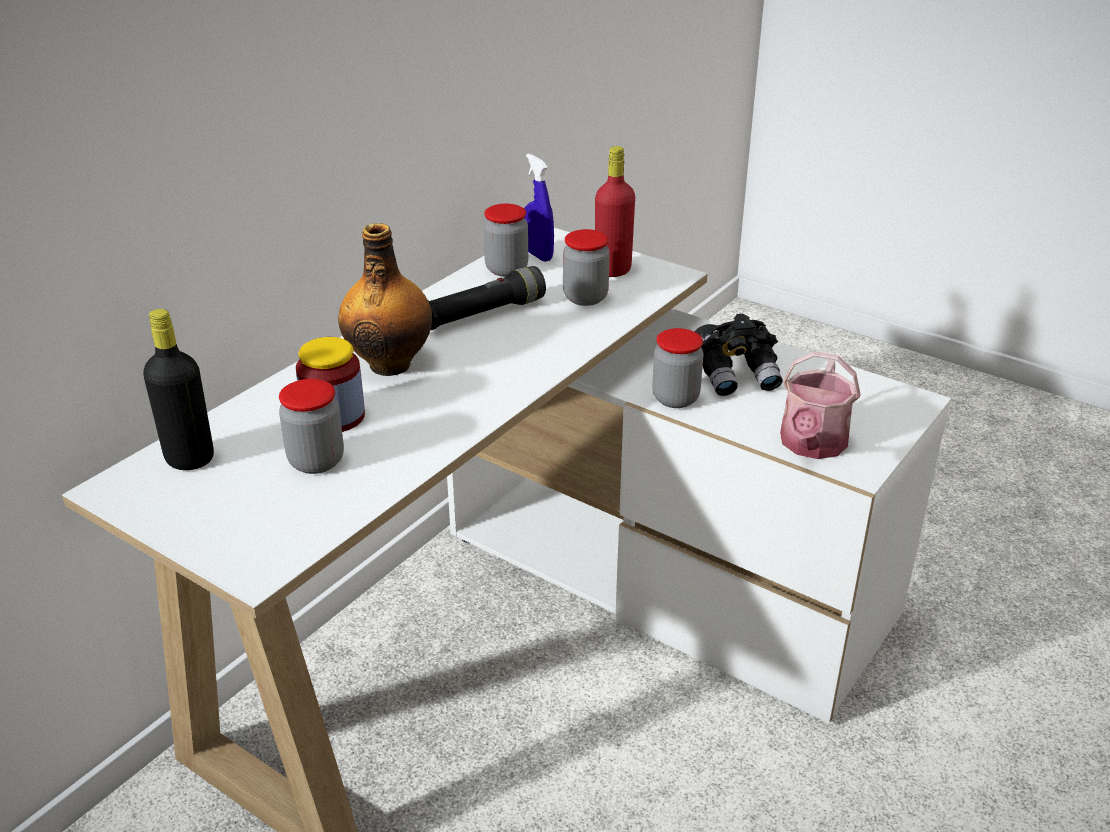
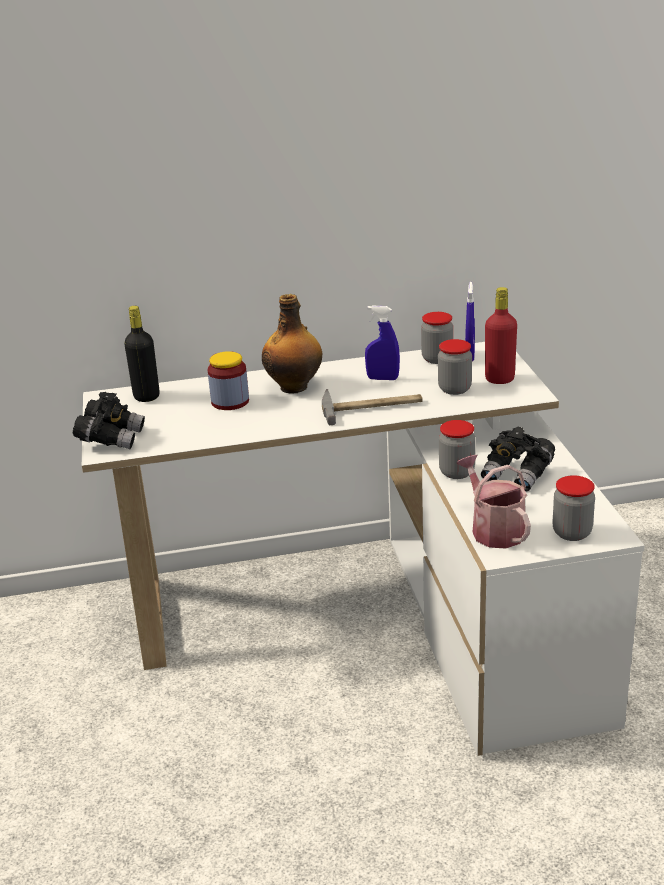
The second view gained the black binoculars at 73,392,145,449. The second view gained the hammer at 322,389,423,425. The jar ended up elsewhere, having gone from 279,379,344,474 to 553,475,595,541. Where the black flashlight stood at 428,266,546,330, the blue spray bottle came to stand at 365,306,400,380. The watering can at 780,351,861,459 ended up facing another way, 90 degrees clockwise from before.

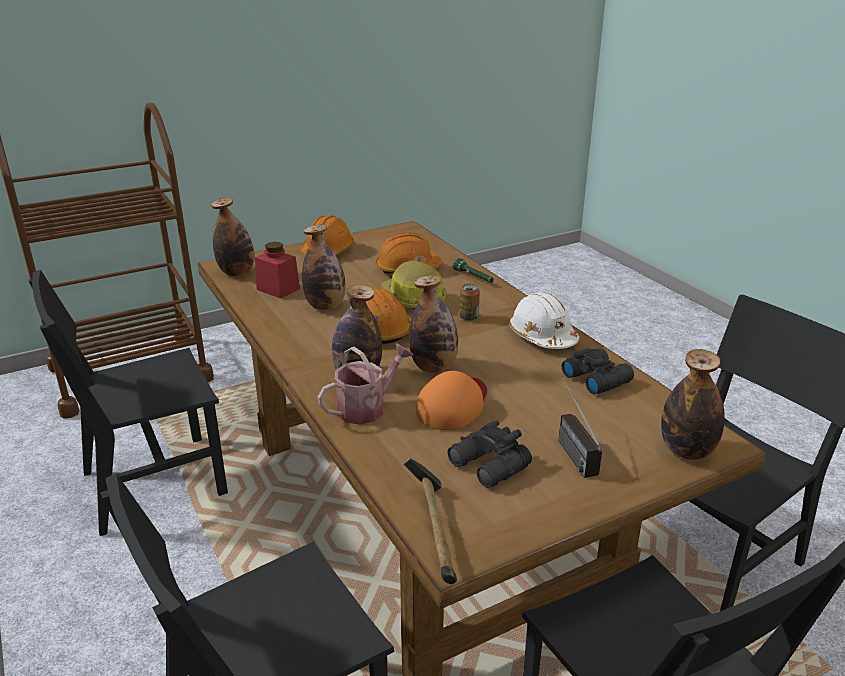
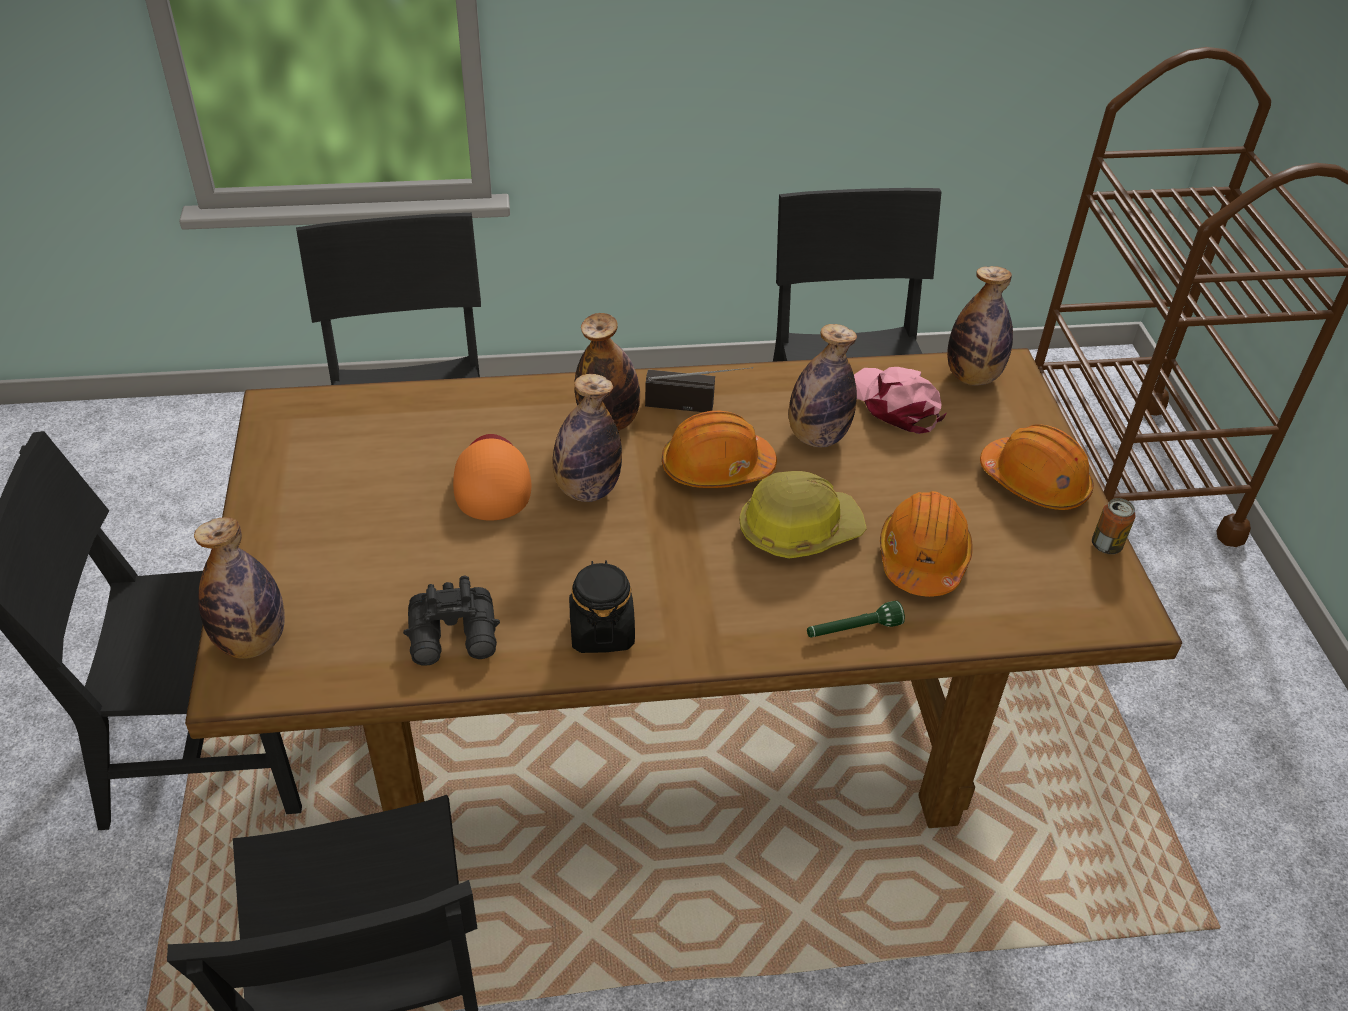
The second view lost the watering can at 318,343,414,425. The second view lost the hammer at 403,458,457,584. The second view lost the black binoculars at 447,421,532,488. The can ended up elsewhere, having gone from 459,284,480,321 to 1092,498,1136,554. The radio ended up elsewhere, having gone from 559,375,602,478 to 645,367,753,412. Where the red jar stood at 255,242,300,299, the pink cap came to stand at 854,367,947,434. Where the white hard hat stood at 509,293,579,349, the black jar came to stand at 569,560,635,653. The orange cap at 416,371,487,430 ended up facing another way, 150 degrees counterclockwise from before.

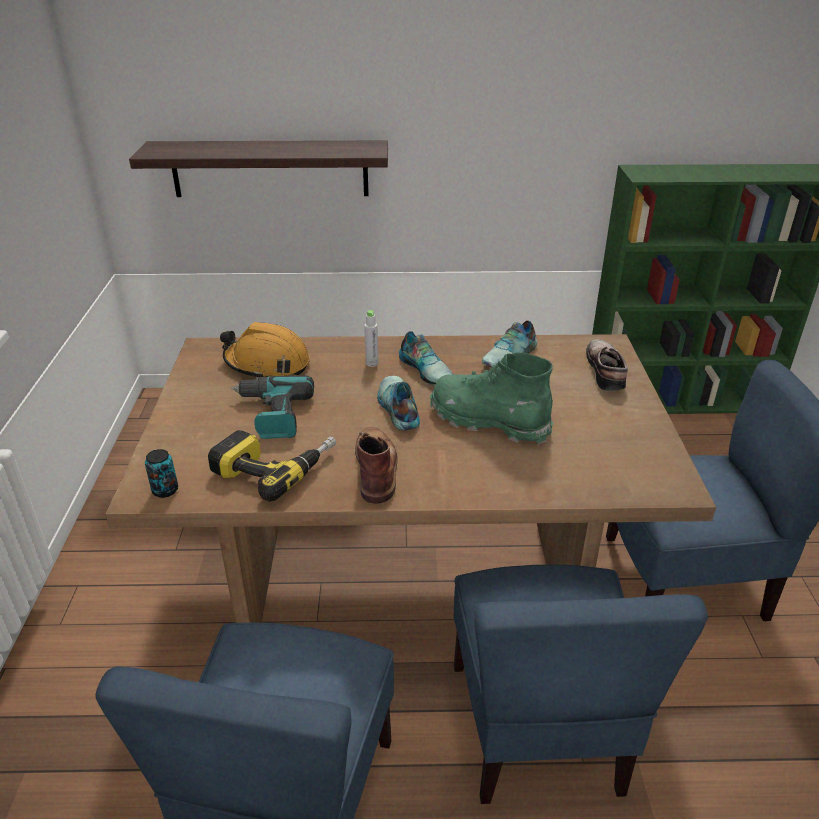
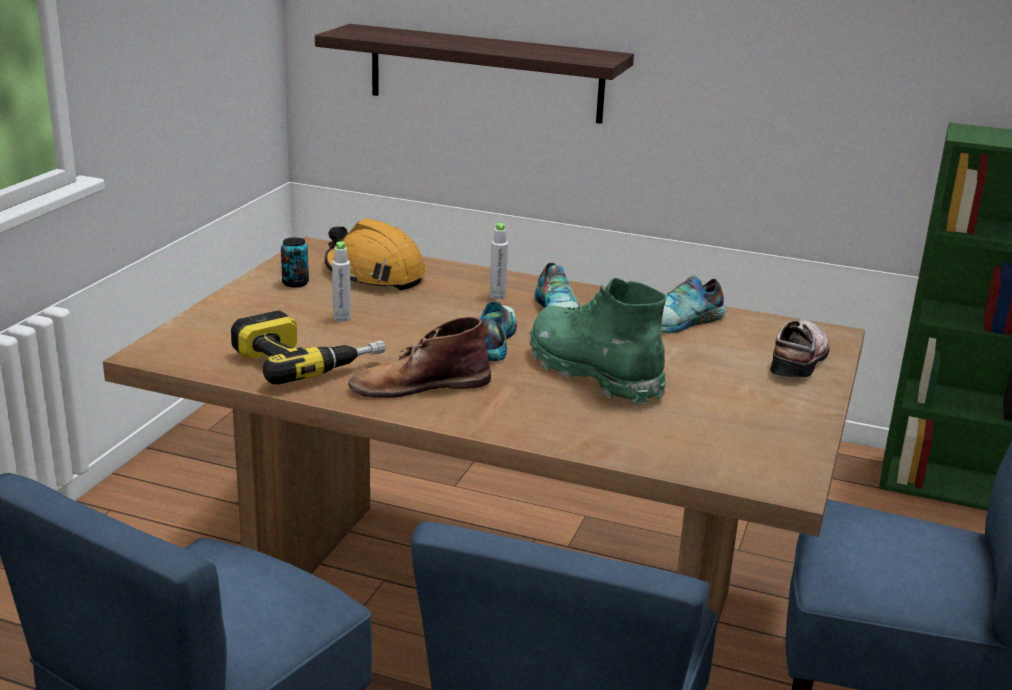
The can ended up elsewhere, having gone from 145,449,178,498 to 281,237,309,287. Where the power drill stood at 231,376,314,439, the grey bottle came to stand at 332,241,351,322. The brown boot at 355,427,397,504 ended up facing another way, 120 degrees counterclockwise from before.

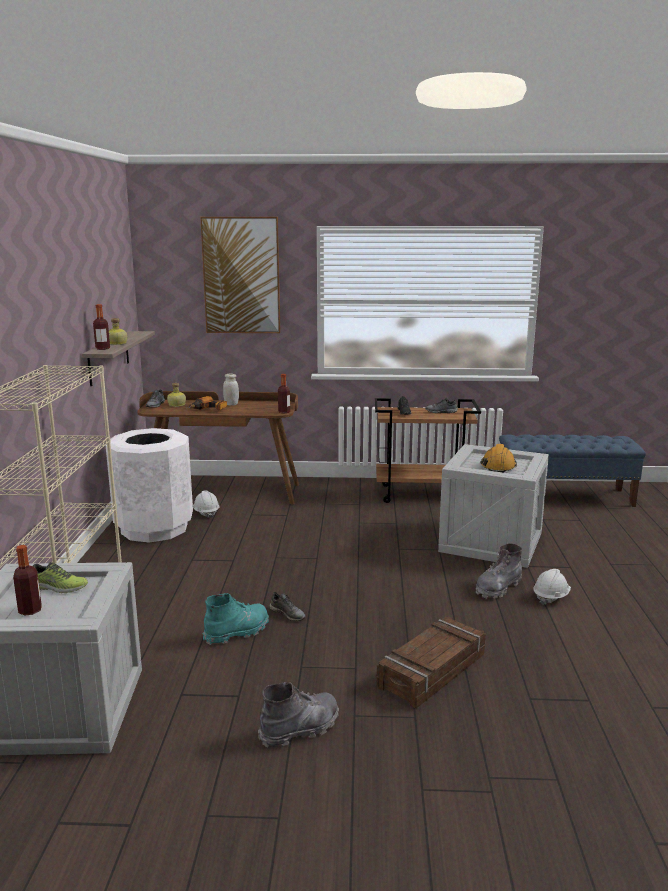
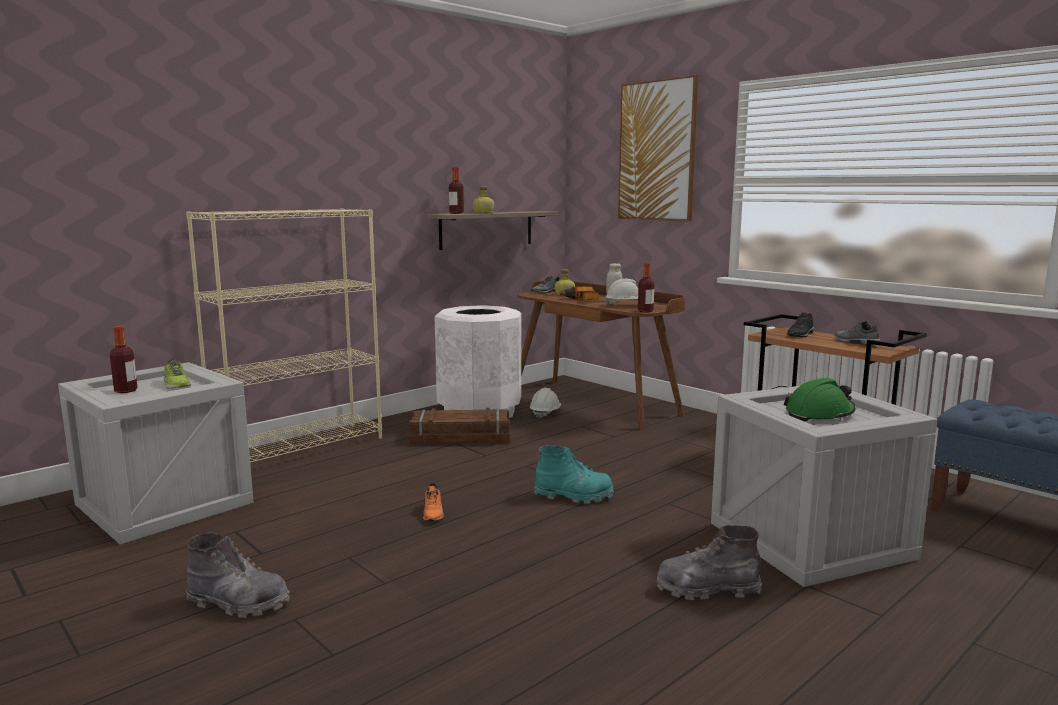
The turquoise boot ended up elsewhere, having gone from 203,593,269,645 to 534,445,614,504. The crate ended up elsewhere, having gone from 376,617,486,708 to 409,408,510,444. The white hard hat ended up elsewhere, having gone from 533,569,571,605 to 605,279,638,306. What was the grey shoe at 269,592,306,621 turned into the orange shoe at 423,483,444,521. What was the orange hard hat at 481,444,517,473 turned into the green hard hat at 784,378,856,421.

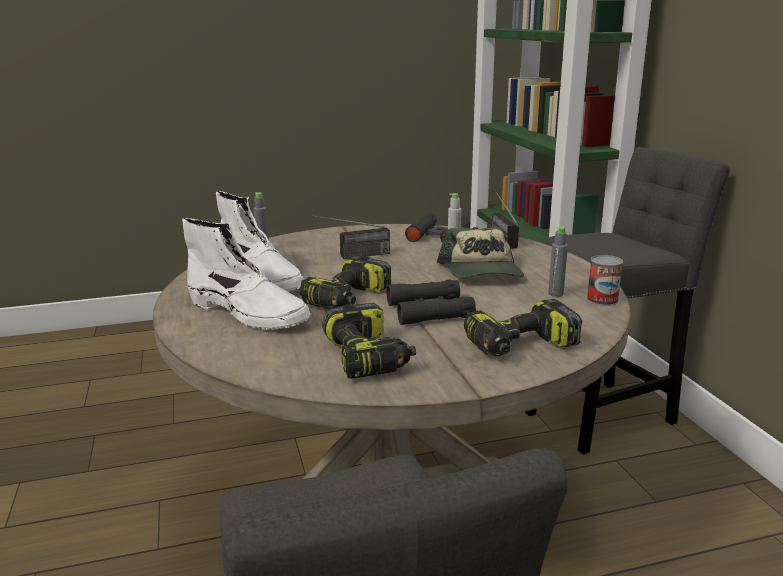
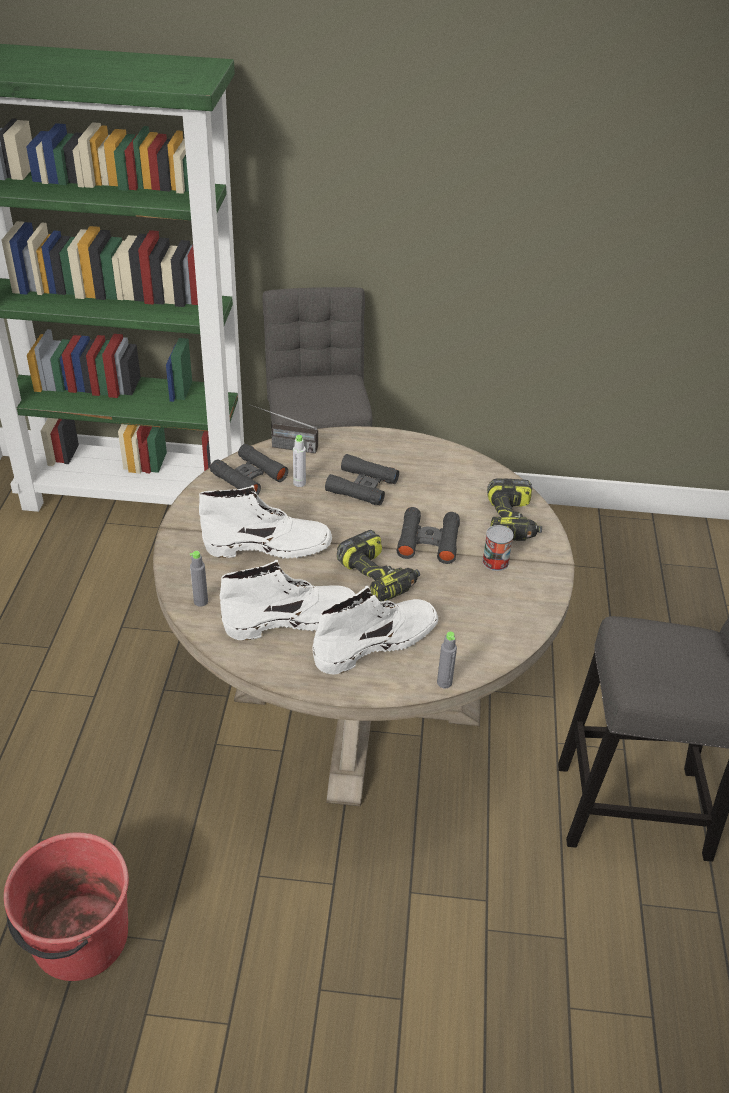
The second view lost the power drill at 322,303,416,379. The second view gained the red bucket at 4,833,129,981. The grey bottle ended up elsewhere, having gone from 548,227,568,297 to 437,632,457,688. The can ended up elsewhere, having gone from 587,255,623,306 to 482,525,514,571. Where the radio stood at 313,215,390,259, the white boot came to stand at 199,485,332,559. Where the cap stood at 437,227,524,278, the black binoculars came to stand at 325,454,399,505.

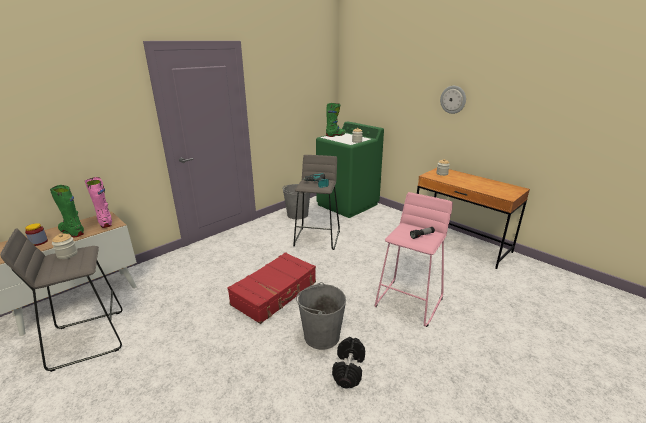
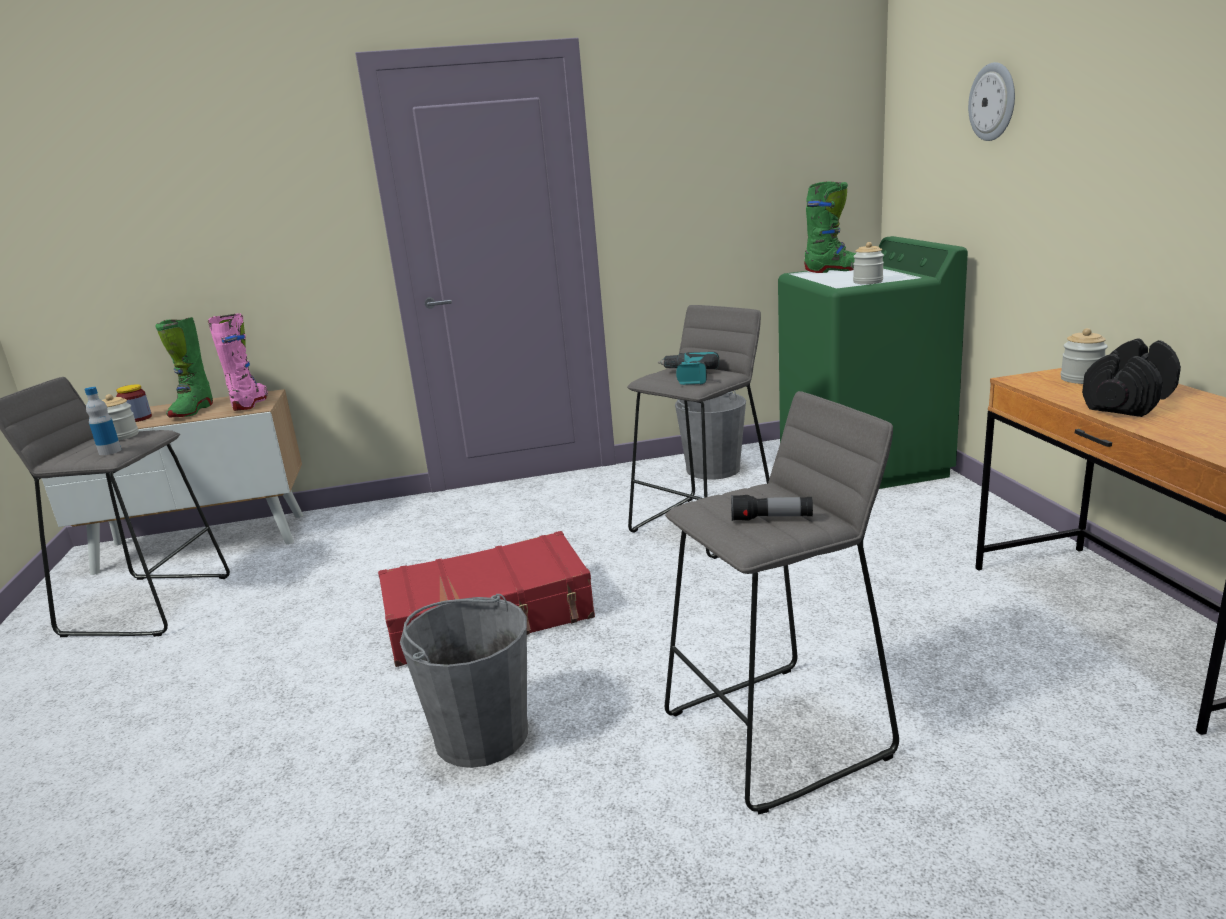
The second view gained the bottle at 85,387,121,455. The black dumbbell ended up elsewhere, having gone from 332,337,365,388 to 1082,339,1181,417. The wall clock ended up elsewhere, having gone from 440,86,466,114 to 968,62,1015,141. What was the pink stool at 375,192,453,327 turned into the grey stool at 664,391,899,814. The green boot at 50,185,84,237 ended up facing another way, 150 degrees counterclockwise from before.

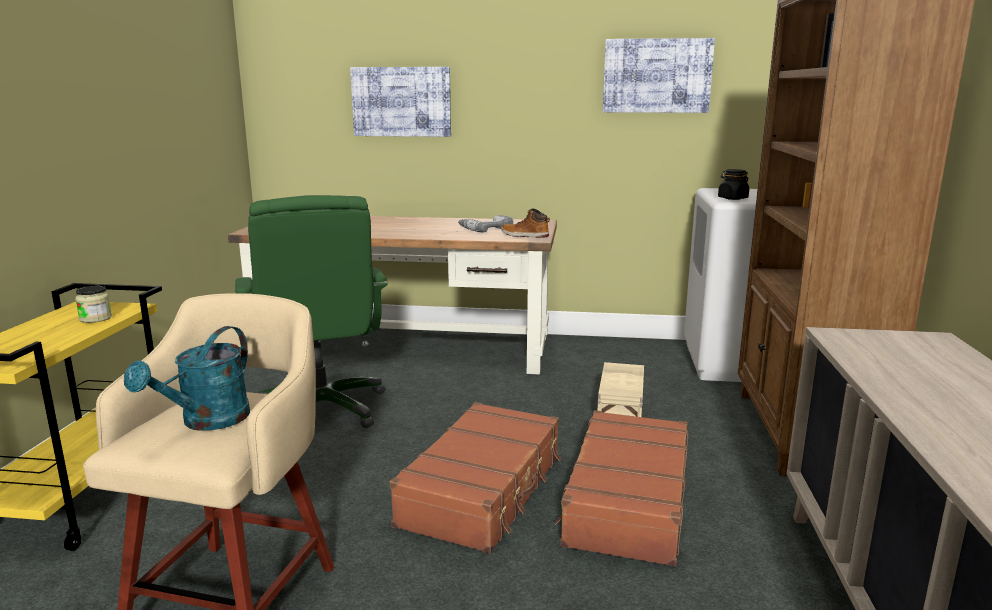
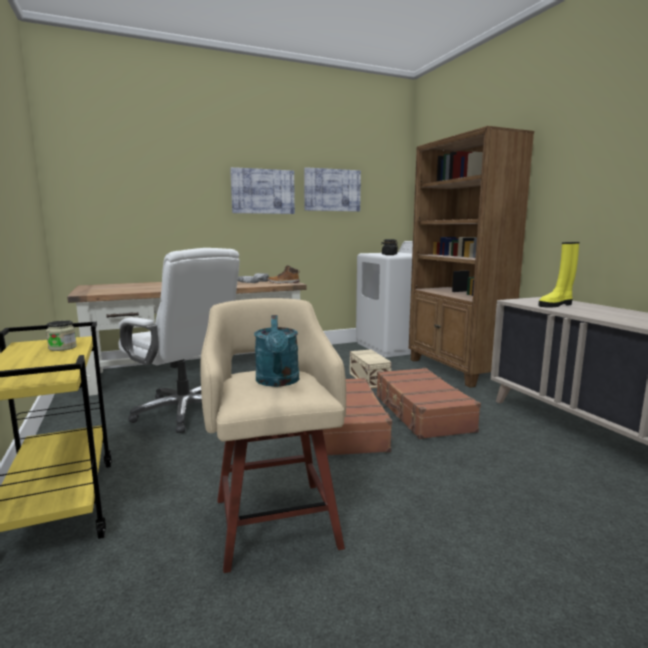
The second view gained the yellow boot at 538,242,579,308. The picture ended up elsewhere, having gone from 350,67,451,137 to 230,167,295,214. What was the green office chair at 235,195,388,428 turned into the white office chair at 119,248,240,433.

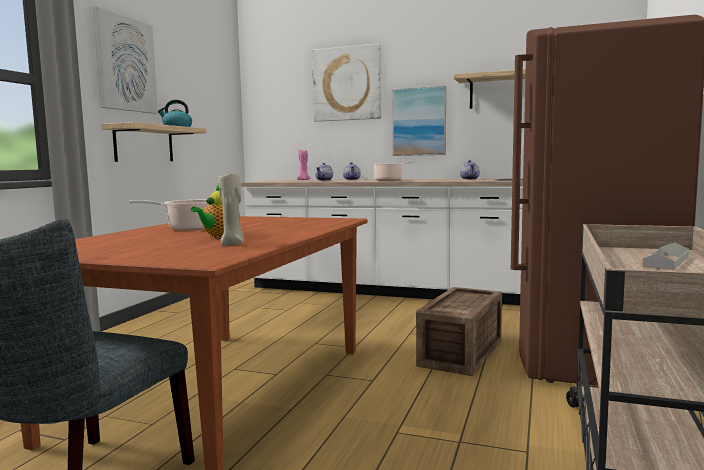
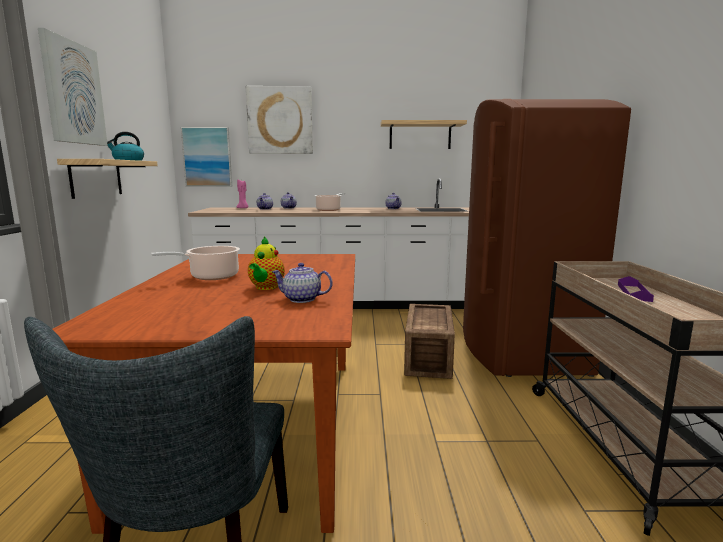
The picture ended up elsewhere, having gone from 392,85,446,156 to 181,127,232,187. Where the beige candle stood at 218,173,244,246, the teapot came to stand at 271,263,333,303. What was the grey tray at 642,242,689,270 turned into the purple tray at 618,276,654,302.

